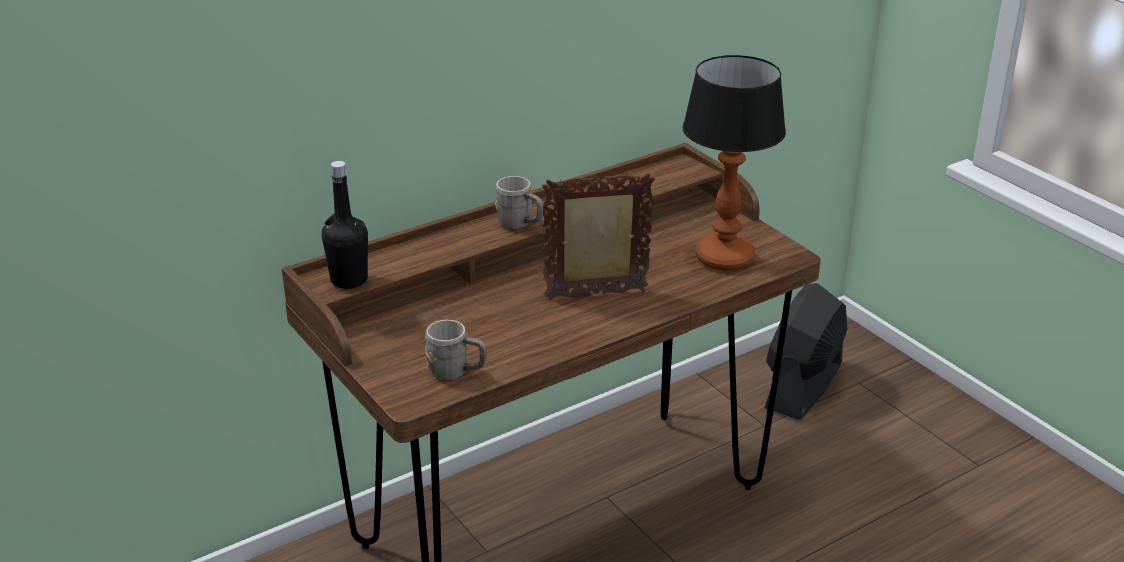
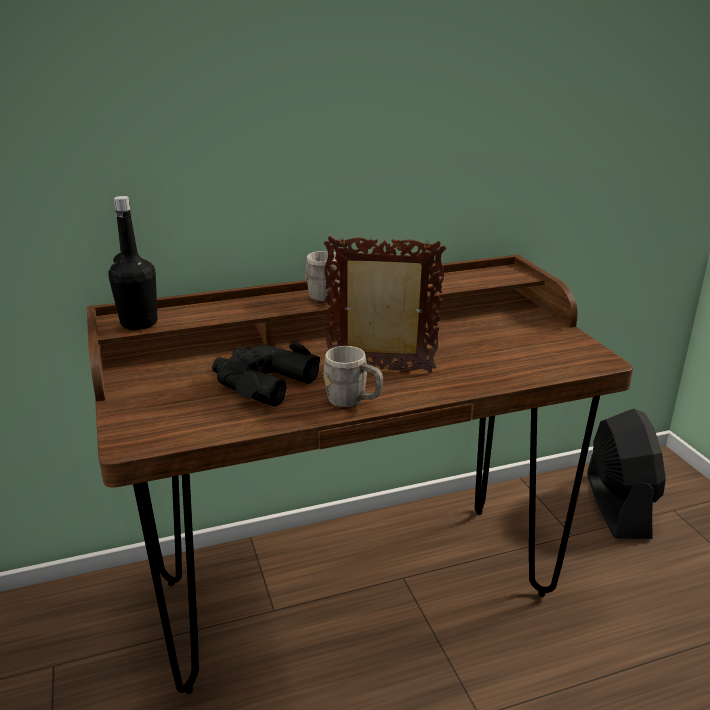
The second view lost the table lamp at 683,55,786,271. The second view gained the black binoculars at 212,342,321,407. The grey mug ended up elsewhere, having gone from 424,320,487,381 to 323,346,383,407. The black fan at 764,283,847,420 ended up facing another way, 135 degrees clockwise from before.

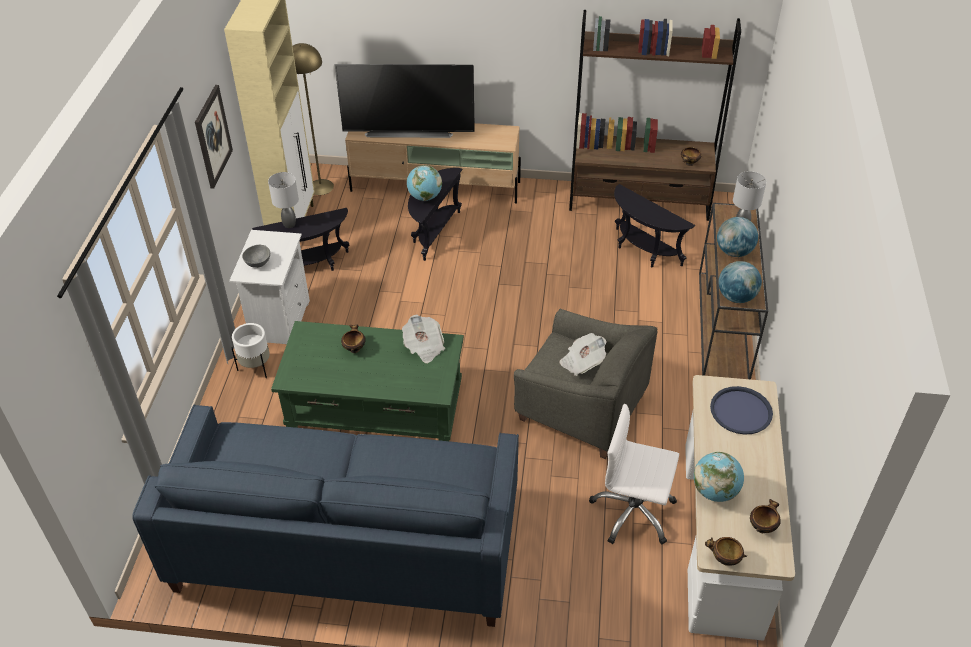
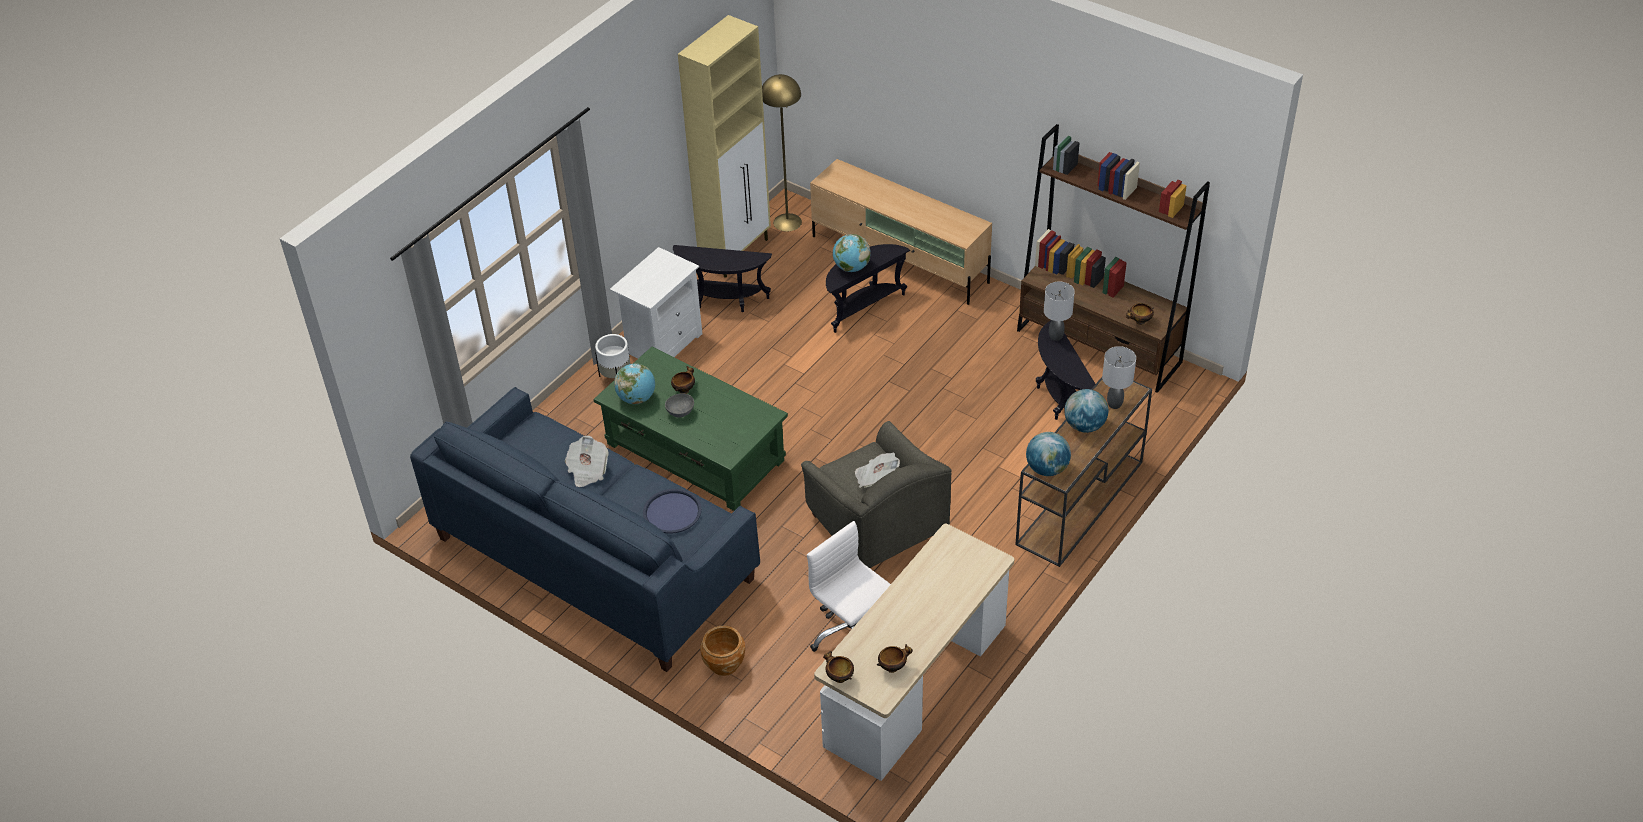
The second view lost the picture at 195,85,233,189. The second view lost the television at 335,64,475,138. The second view gained the brown planter at 700,626,745,676. The grey bowl ended up elsewhere, having gone from 242,245,270,268 to 665,393,694,417. The grey table lamp ended up elsewhere, having gone from 268,172,299,228 to 1044,281,1075,341. The newspaper ended up elsewhere, having gone from 402,315,445,363 to 565,436,609,487. The globe ended up elsewhere, having gone from 694,452,744,502 to 614,364,655,404. The blue tray ended up elsewhere, having gone from 710,386,773,435 to 643,489,702,534.

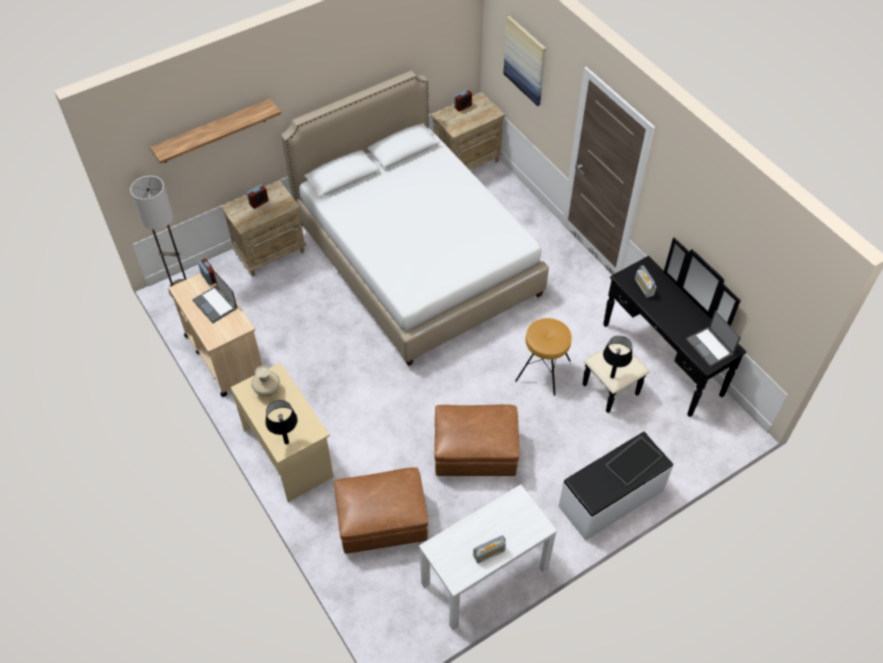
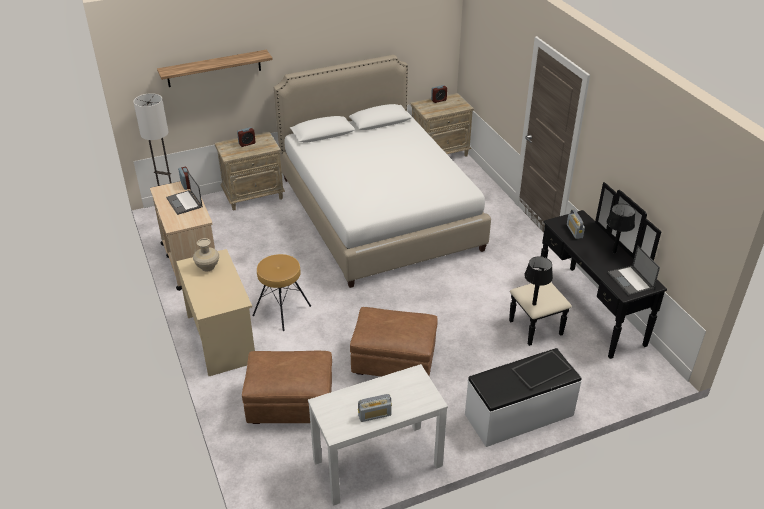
The second view lost the picture at 503,16,546,106. The black table lamp ended up elsewhere, having gone from 265,400,298,444 to 607,204,635,253. The brown stool ended up elsewhere, having gone from 515,318,572,396 to 252,254,311,331.

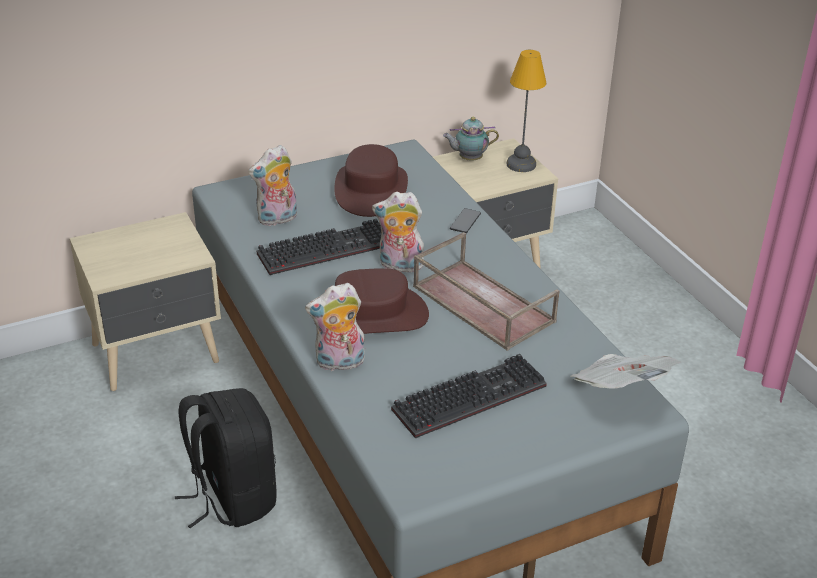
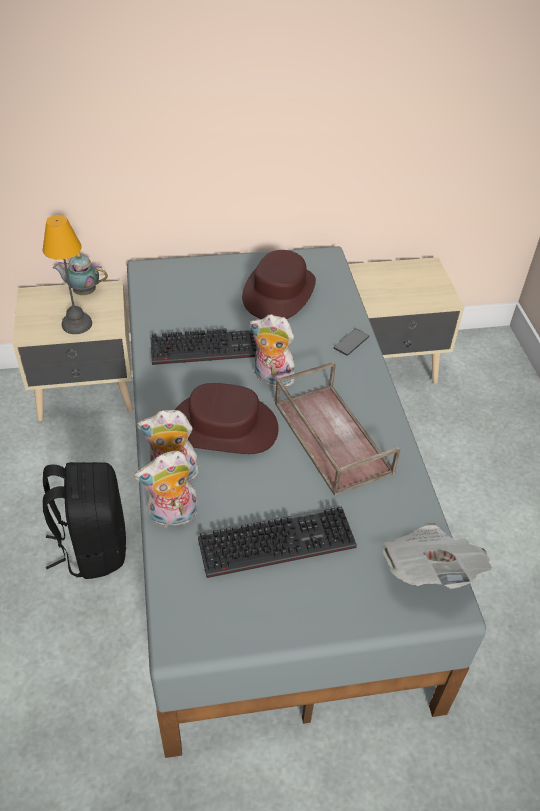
The plush toy ended up elsewhere, having gone from 248,145,297,226 to 134,451,198,528. The teapot ended up elsewhere, having gone from 443,117,499,161 to 53,254,108,295. The table lamp ended up elsewhere, having gone from 506,50,546,172 to 43,215,92,334.

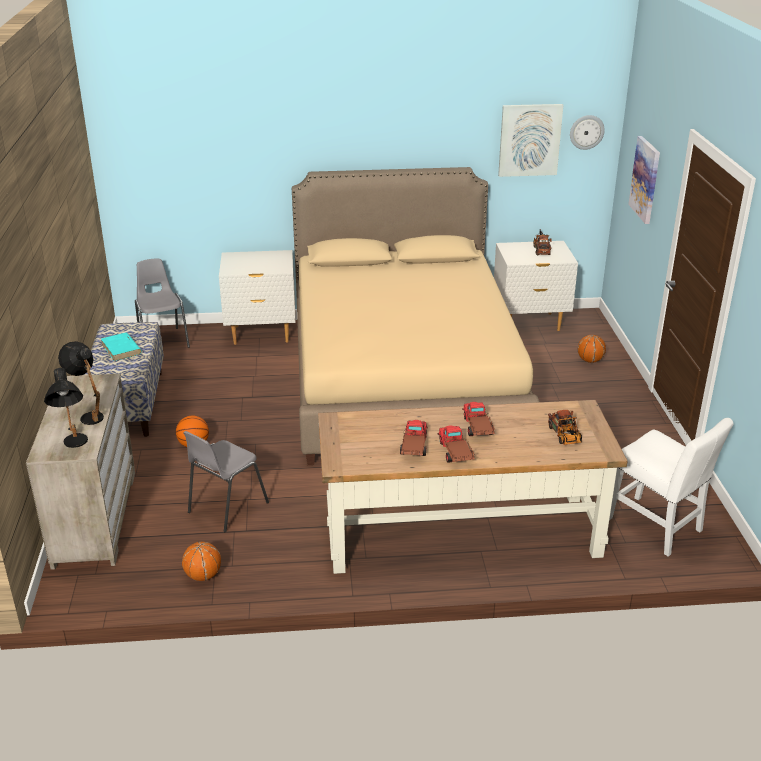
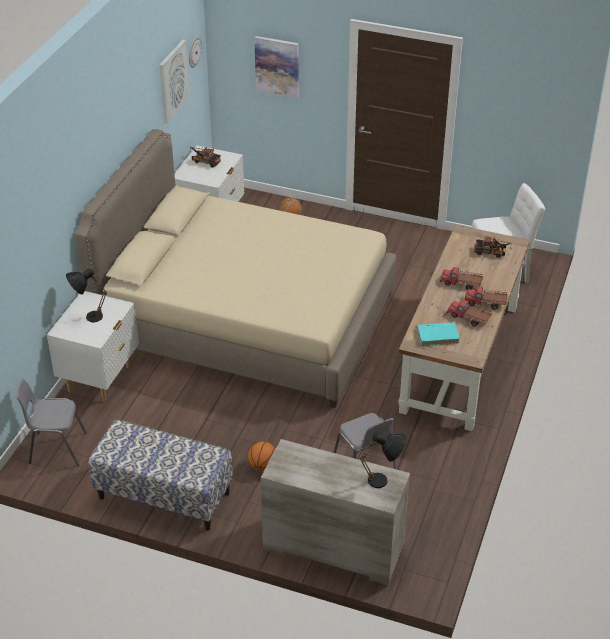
The second view lost the basketball at 182,542,221,581. The black table lamp ended up elsewhere, having gone from 58,341,104,425 to 66,268,107,322. The turquoise book ended up elsewhere, having gone from 101,333,142,361 to 417,322,460,346.

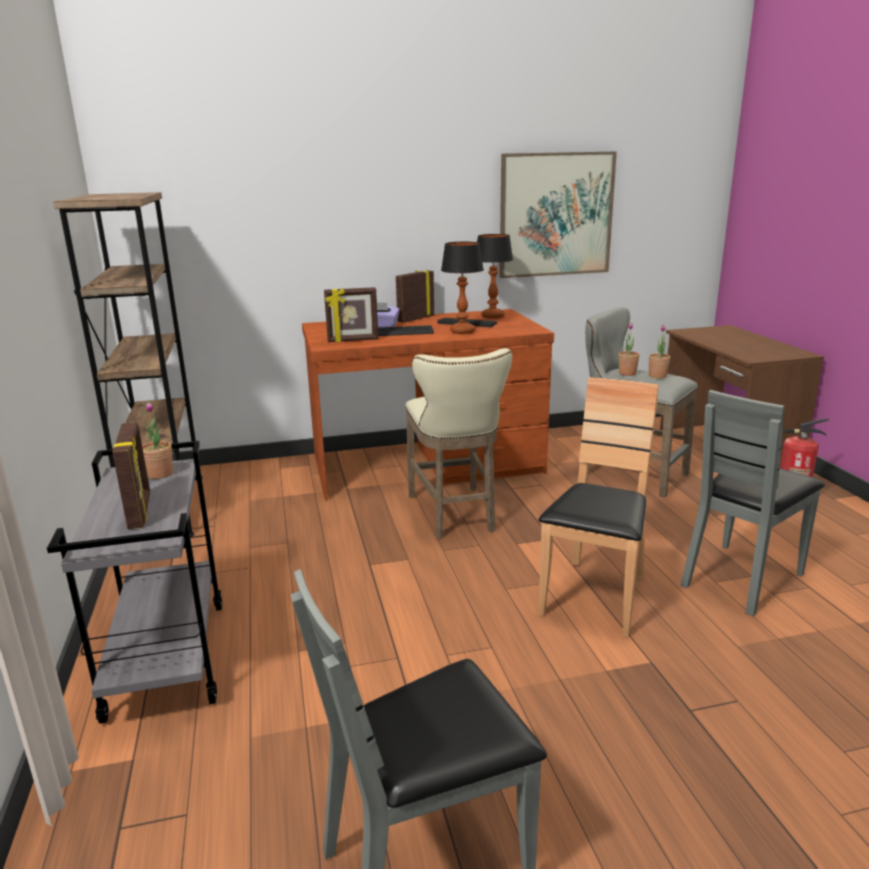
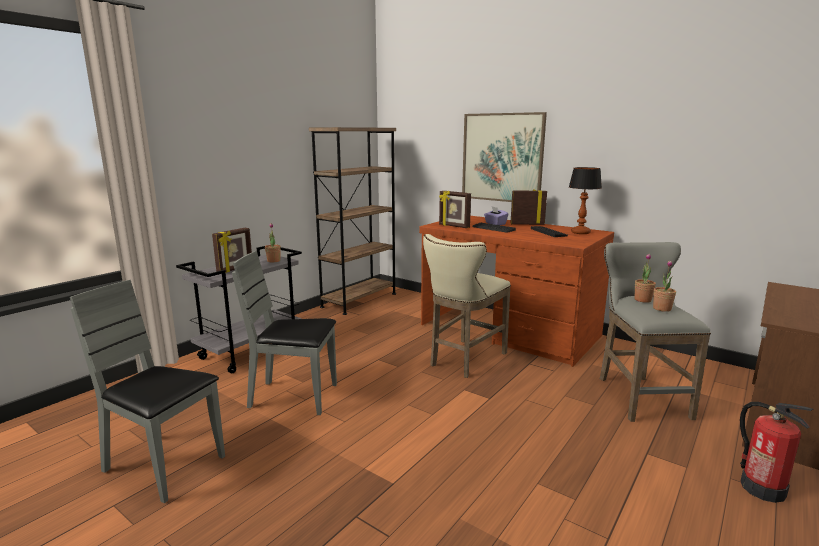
The second view lost the table lamp at 441,242,484,334. The second view lost the brown chair at 538,377,659,637. The picture ended up elsewhere, having gone from 500,152,617,278 to 462,112,547,202. The grey chair ended up elsewhere, having gone from 680,390,825,616 to 232,251,337,415.

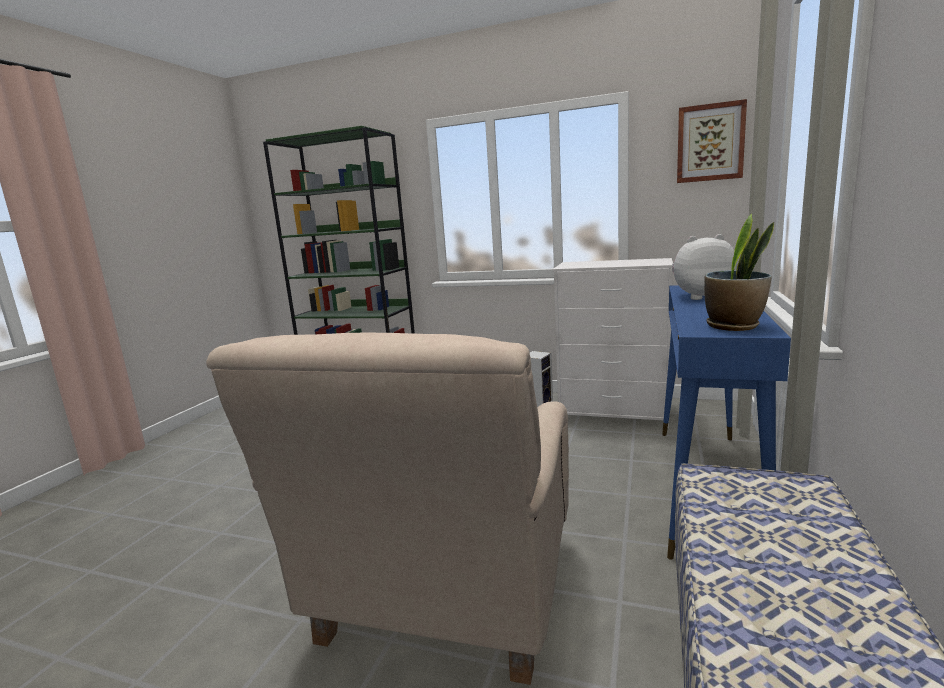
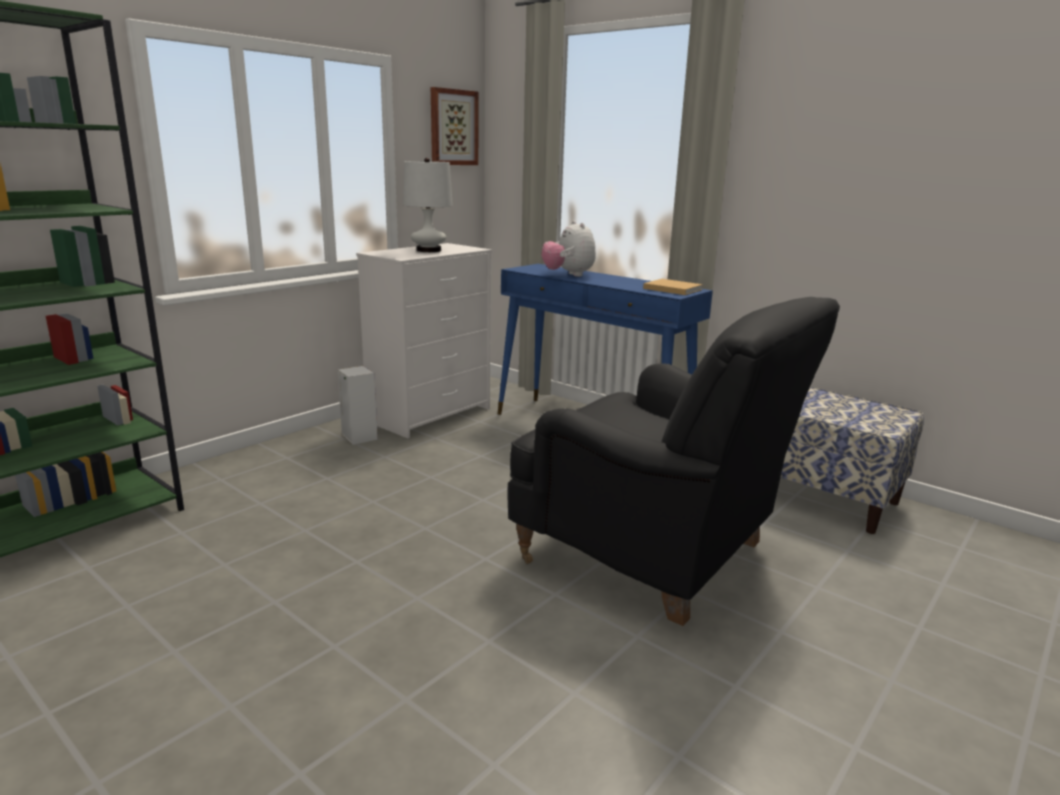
The second view gained the white table lamp at 403,158,453,252. Where the potted plant stood at 704,214,774,331, the beige book came to stand at 643,279,703,295. What was the beige armchair at 206,333,569,685 turned into the black armchair at 508,297,840,626. The plush toy at 672,234,737,300 ended up facing another way, 45 degrees counterclockwise from before.

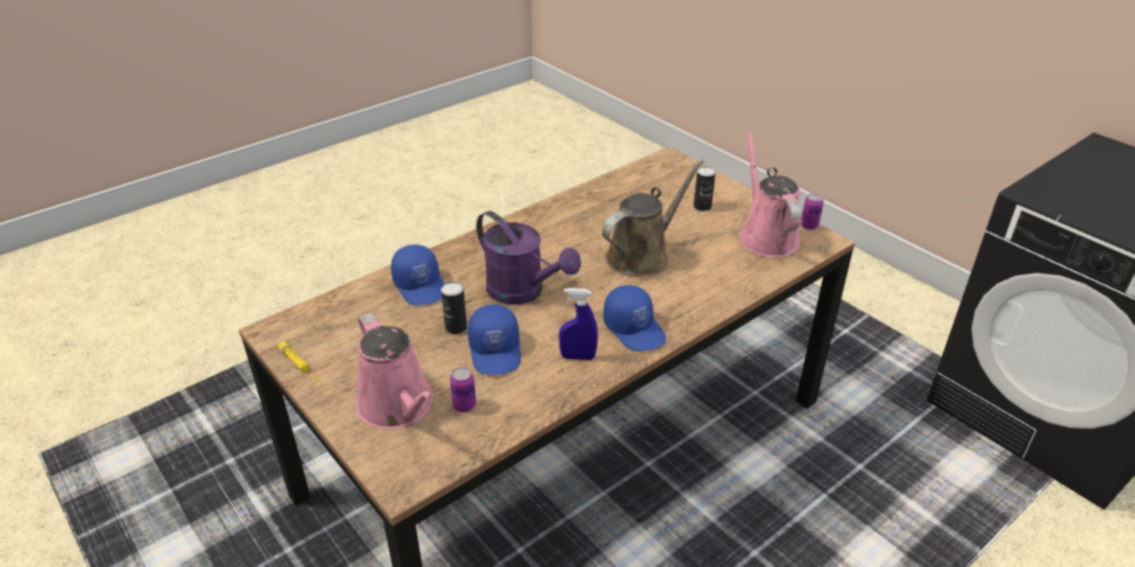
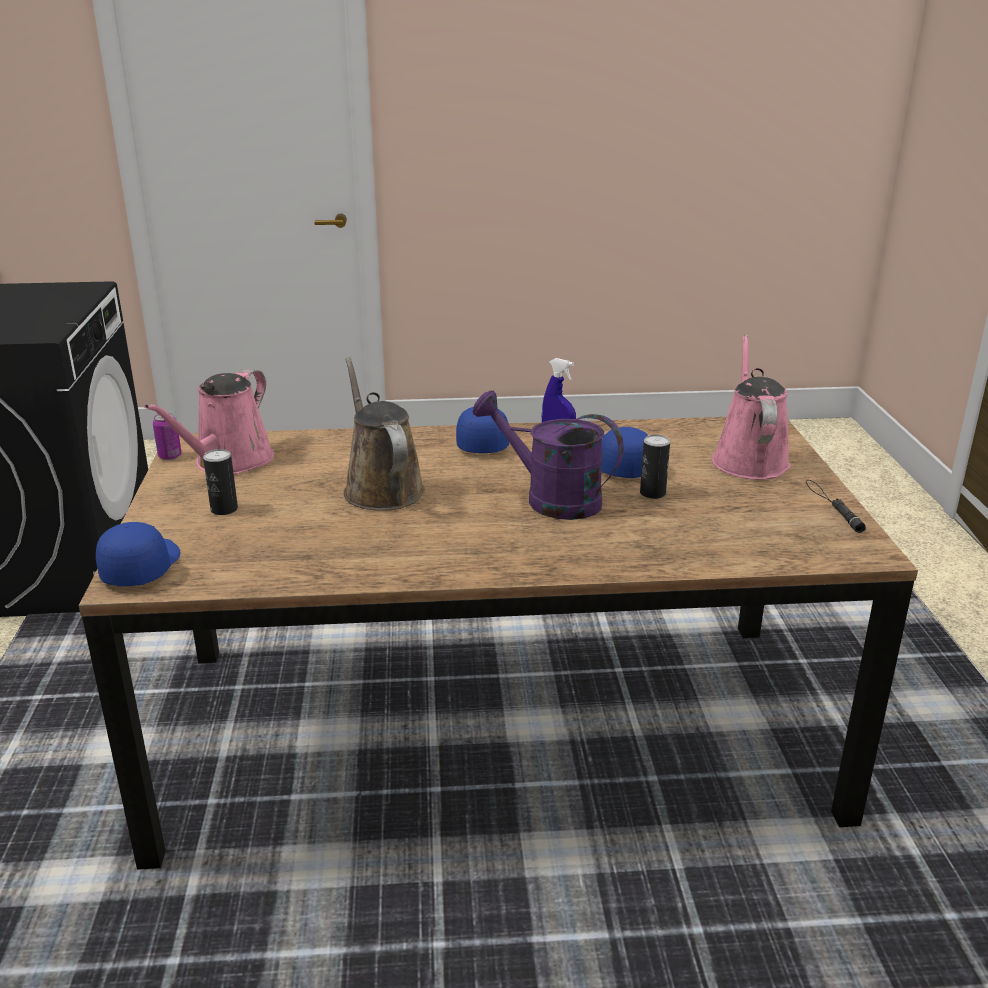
The second view lost the can at 450,367,476,412. The blue cap ended up elsewhere, having gone from 391,245,444,306 to 96,522,180,586. What was the yellow flashlight at 278,341,337,397 turned into the black flashlight at 806,480,866,533. The purple watering can at 476,211,581,305 ended up facing another way, 45 degrees counterclockwise from before. The brown watering can at 602,159,704,276 ended up facing another way, 75 degrees clockwise from before.

